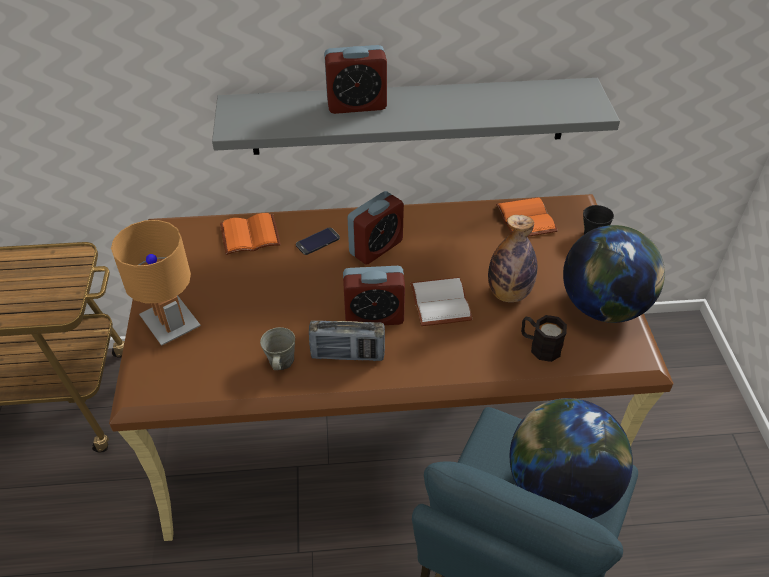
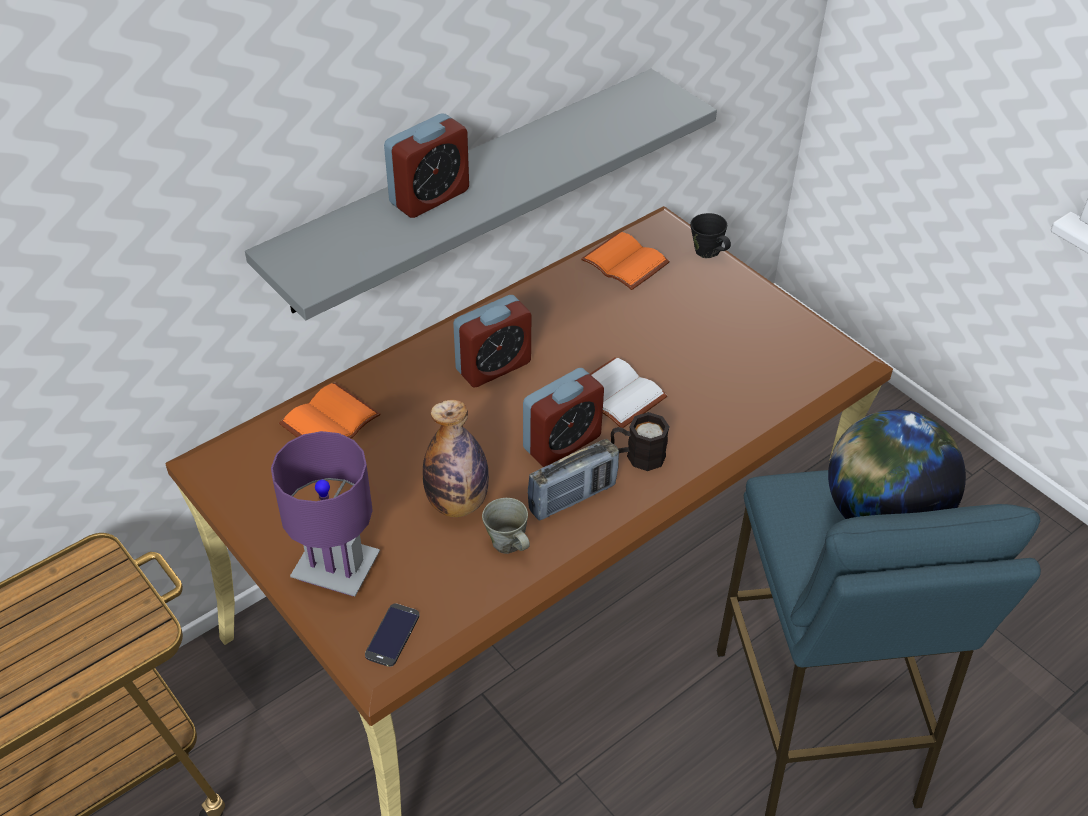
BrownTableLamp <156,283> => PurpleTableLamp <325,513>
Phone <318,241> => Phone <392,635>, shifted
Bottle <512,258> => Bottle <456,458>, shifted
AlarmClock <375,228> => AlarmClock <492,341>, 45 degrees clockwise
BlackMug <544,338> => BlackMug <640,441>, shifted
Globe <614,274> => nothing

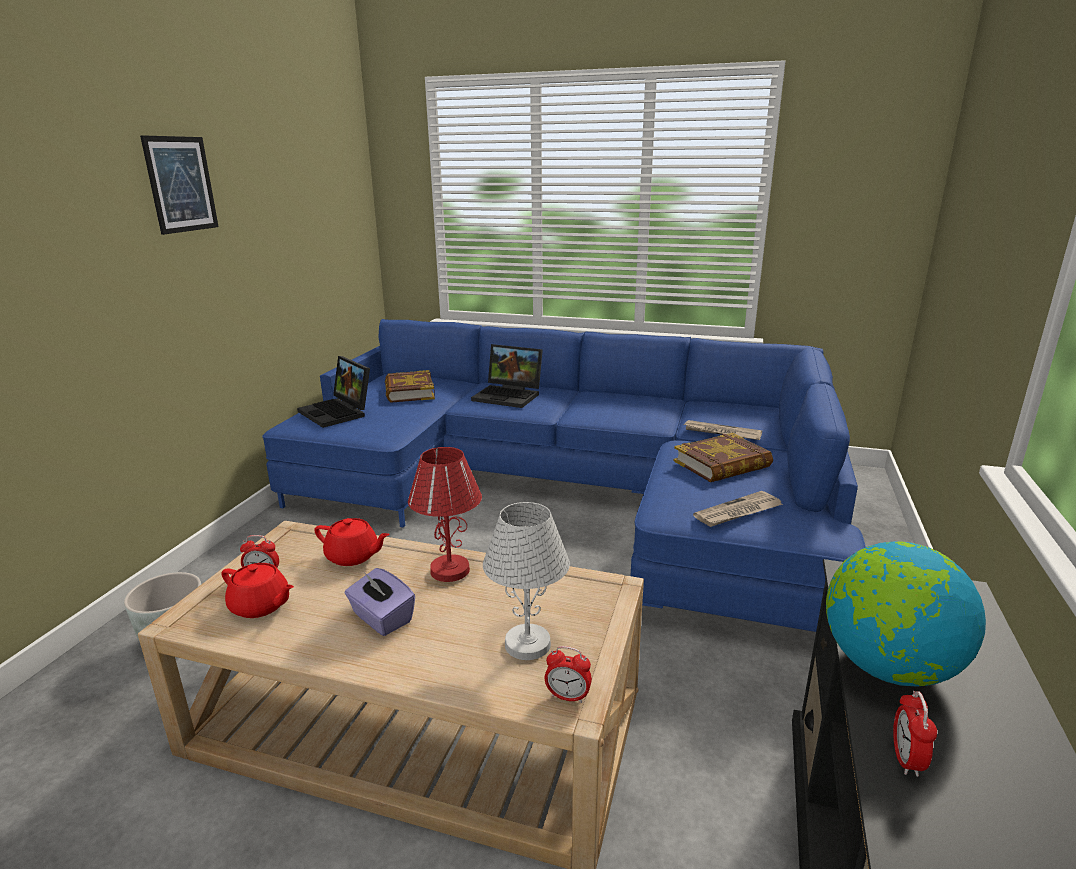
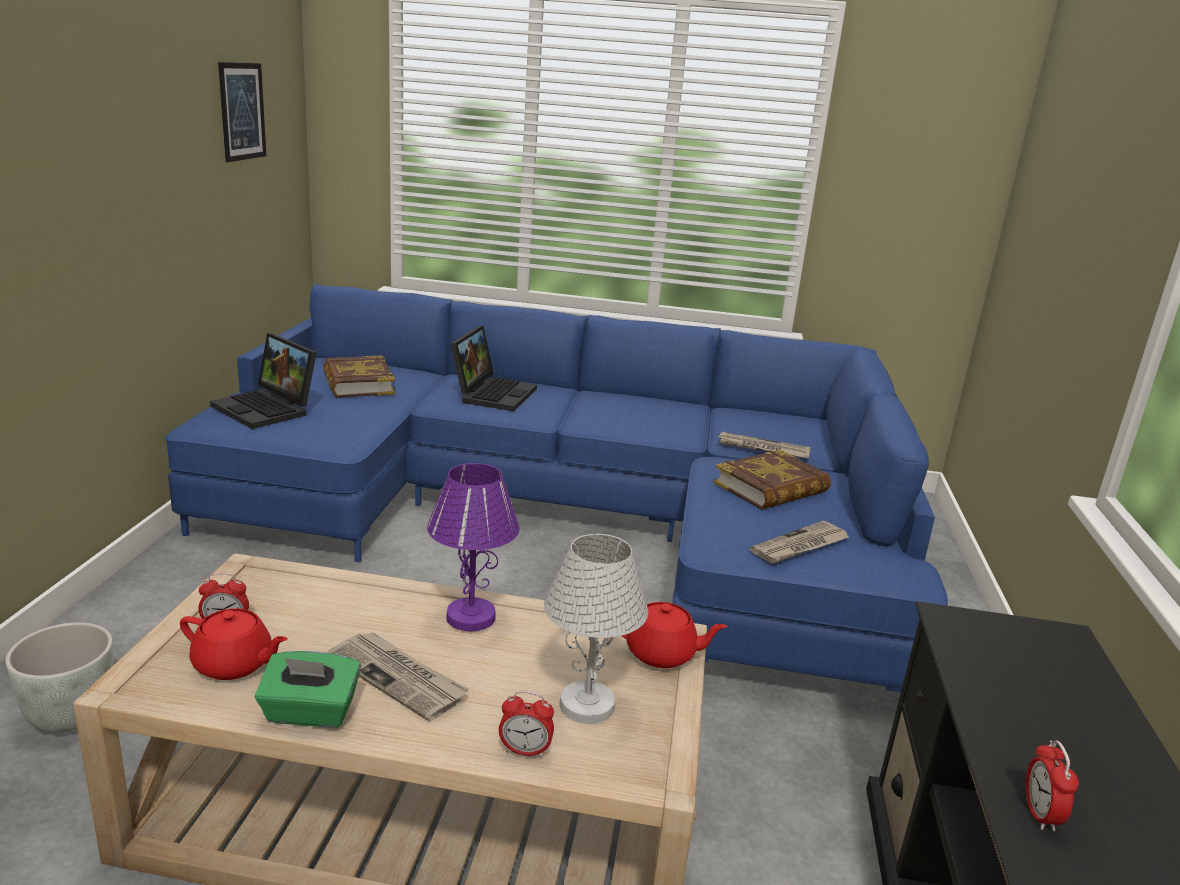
Picture <179,185> => Picture <242,112>, shifted
nothing => GreenTissueBox <308,689>
PurpleTissueBox <380,602> => Newspaper <398,676>
RedTableLamp <445,514> => PurpleTableLamp <473,547>
Laptop <507,376> => Laptop <493,368>, 90 degrees counterclockwise
AlarmClock <568,674> => AlarmClock <526,723>, shifted
RedTeapot <352,542> => RedTeapot <675,635>, shifted
Globe <906,614> => nothing

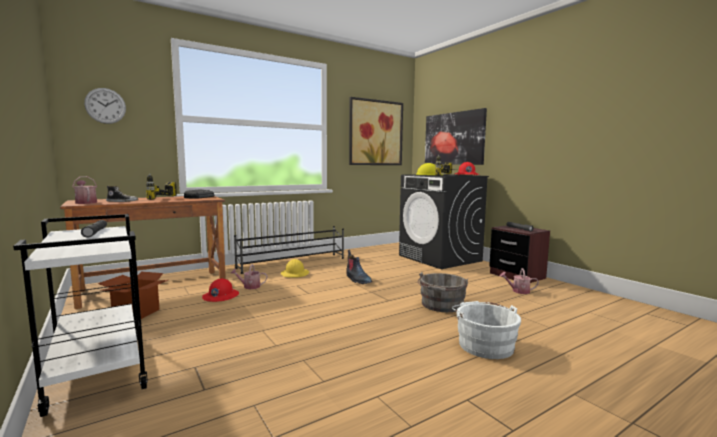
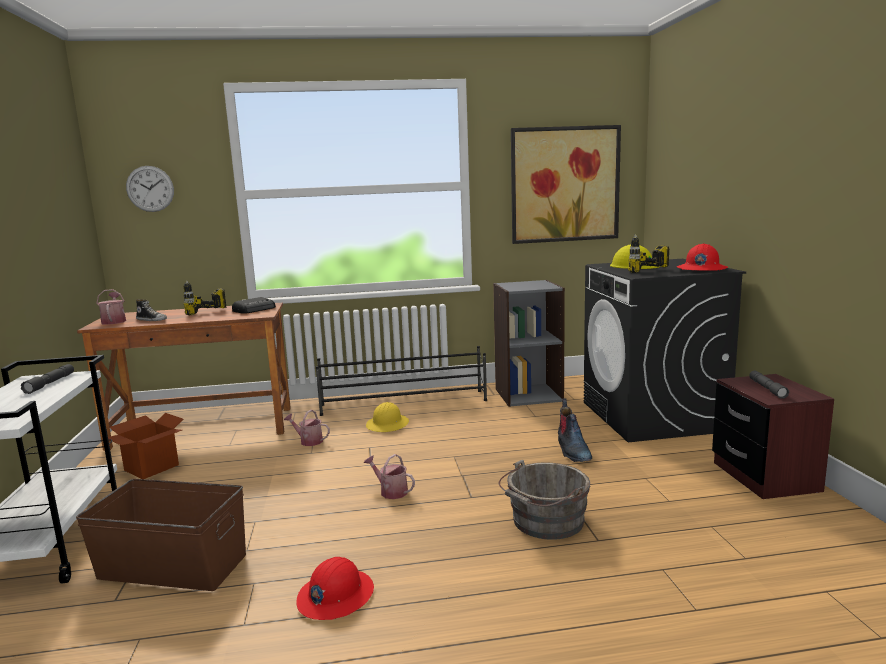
nothing => BrownStorageBox <161,535>
RedHardHat <220,290> => RedHardHat <335,588>, shifted
WateringCan <519,281> => WateringCan <389,476>, shifted
nothing => GreyBookcase <529,343>
Boot <359,267> => Boot <575,430>, shifted
Picture <456,136> => nothing
WhiteBucket <486,330> => nothing

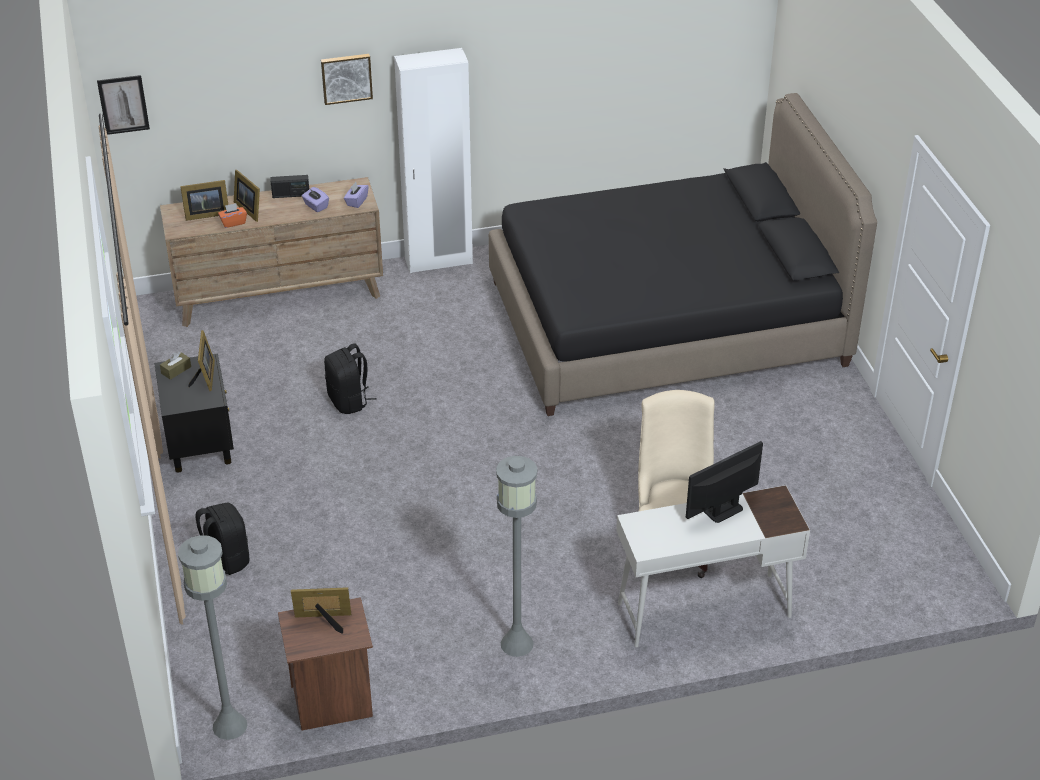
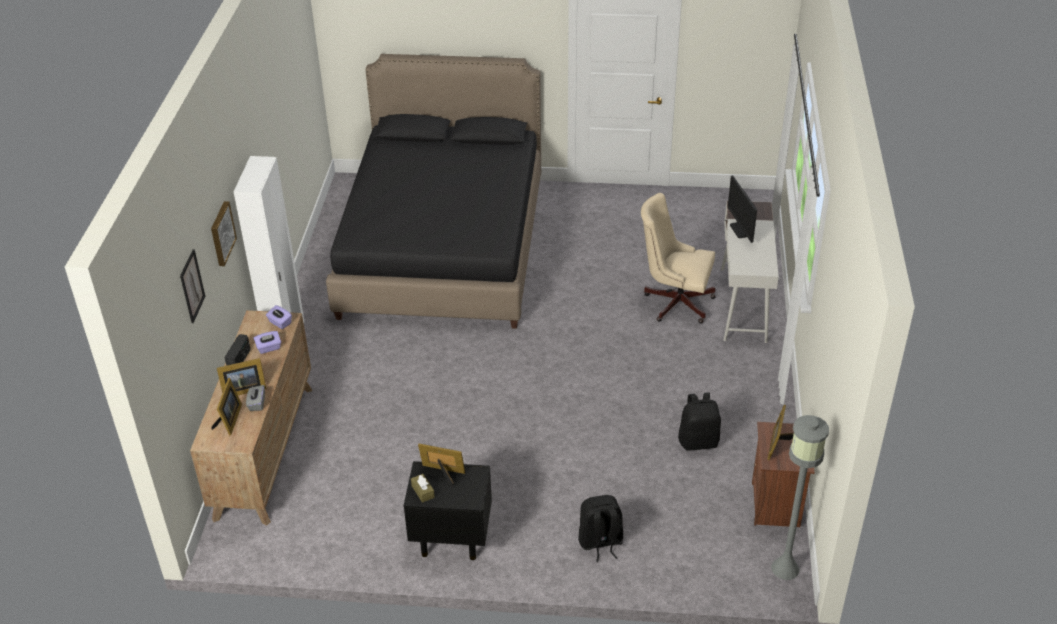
Picture <123,105> => Picture <192,286>, shifted
OrangeTissueBox <232,215> => GreyTissueBox <255,398>
BlackBackpack <350,378> => BlackBackpack <699,421>, shifted
GreyFloorLamp <516,556> => nothing

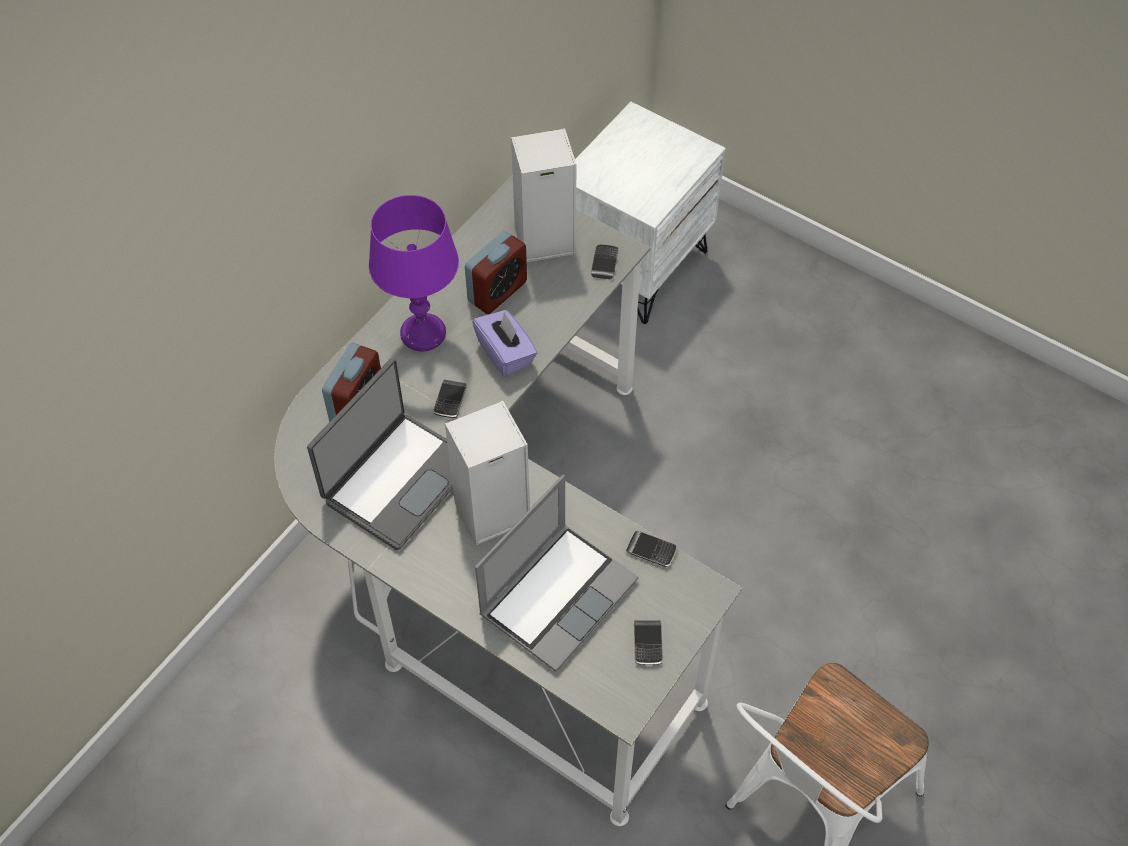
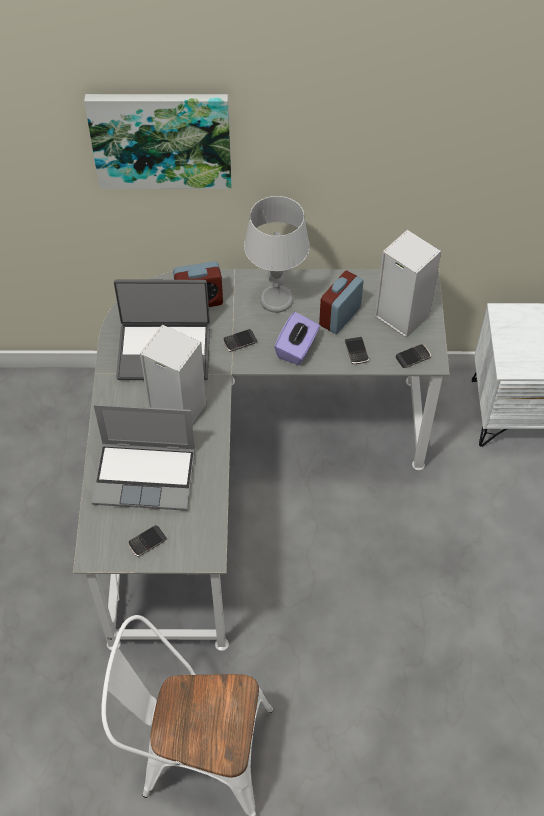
nothing => Picture <158,141>
PurpleTableLamp <413,273> => GreyTableLamp <277,254>
AlarmClock <496,272> => AlarmClock <341,302>, 120 degrees clockwise
Phone <651,549> => Phone <357,350>, shifted

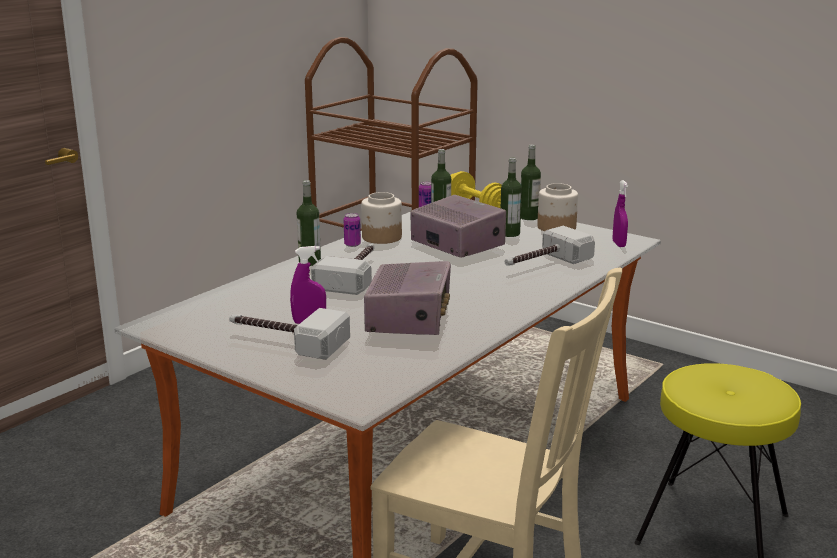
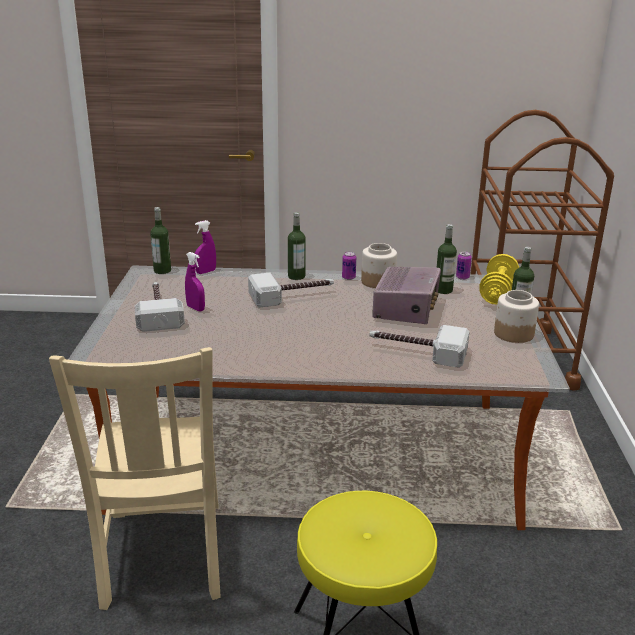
Bottle <511,197> => Bottle <160,240>, shifted
PurpleSprayBottle <620,213> => PurpleSprayBottle <205,247>, shifted
Radio <407,298> => nothing

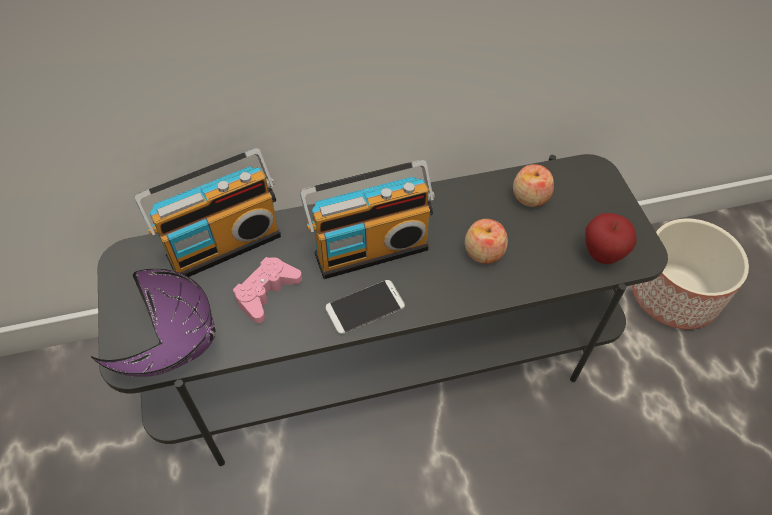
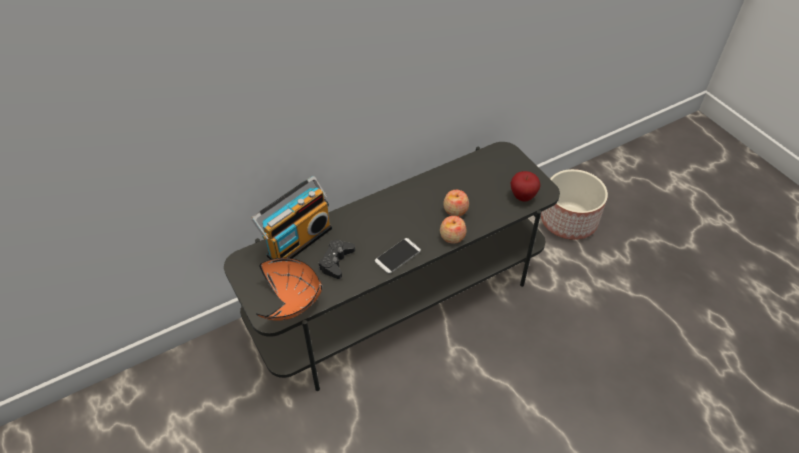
PurpleBowl <153,323> => OrangeBowl <289,289>
PinkGameController <267,290> => BlackGameController <337,259>
Apple <533,185> => Apple <453,230>, shifted
Radio <367,219> => nothing

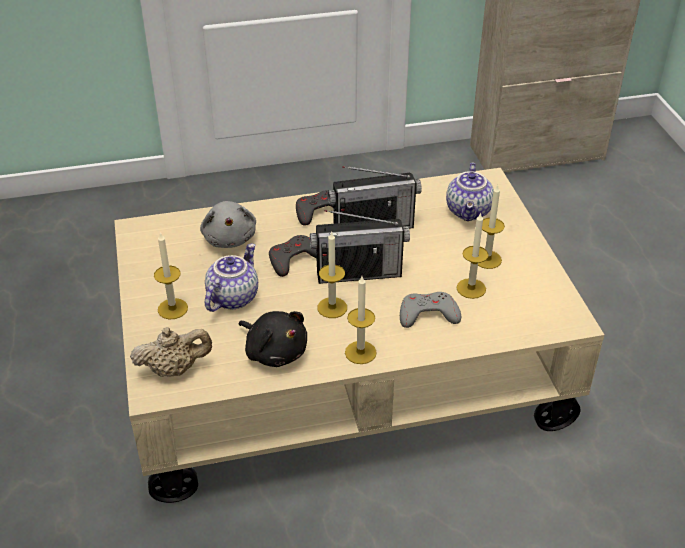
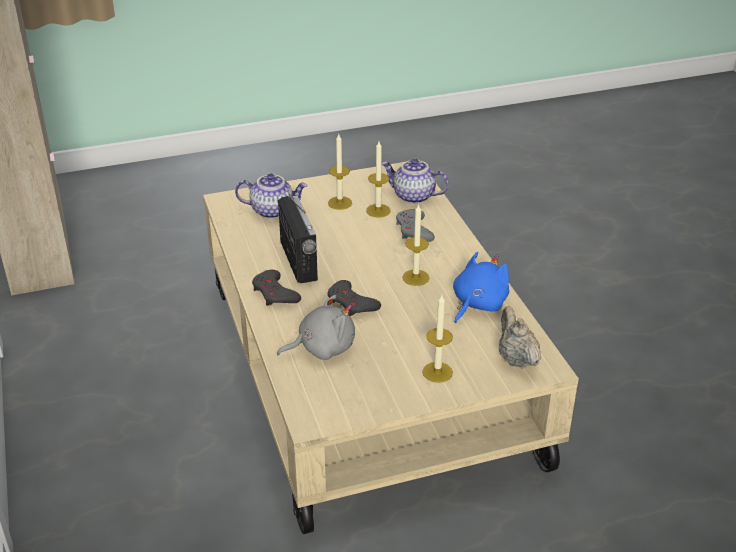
Teapot <231,278> => Teapot <415,181>, shifted
BlackPlushToy <273,339> => BluePlushToy <481,287>
Radio <360,247> => nothing
Candle <361,320> => nothing

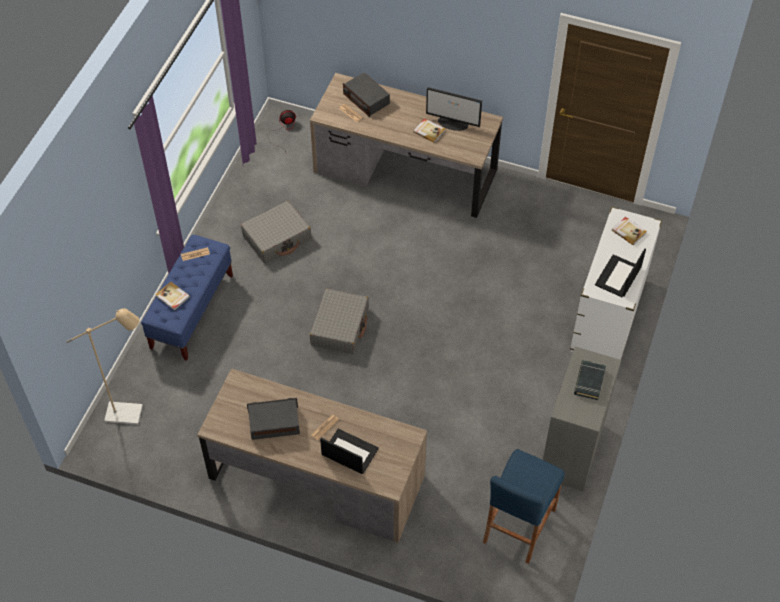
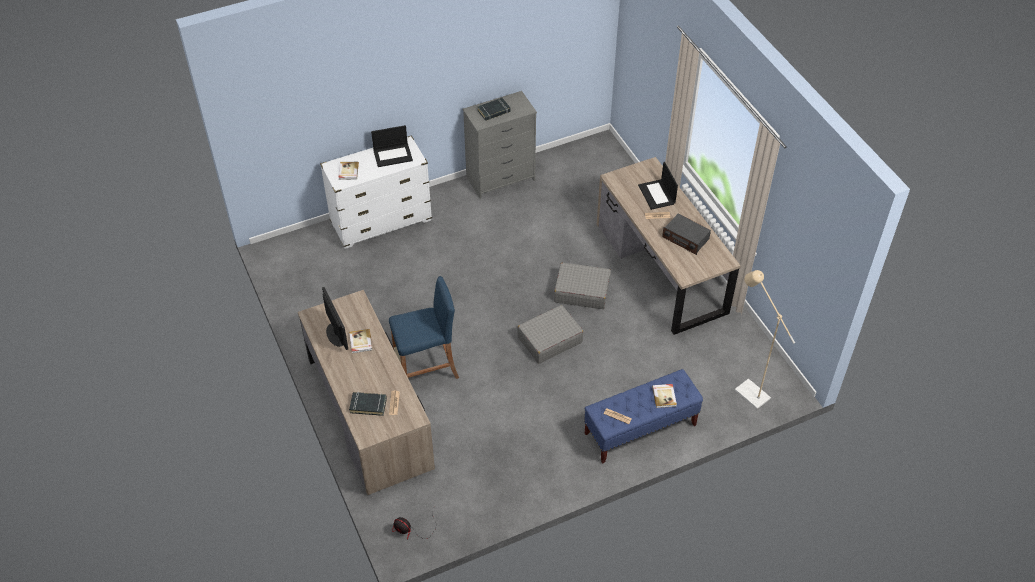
Radio <366,94> => BlackBook <368,404>
BlueStool <524,506> => BlueStool <424,327>, shifted
GreySuitcase <276,232> => GreySuitcase <582,286>, shifted

